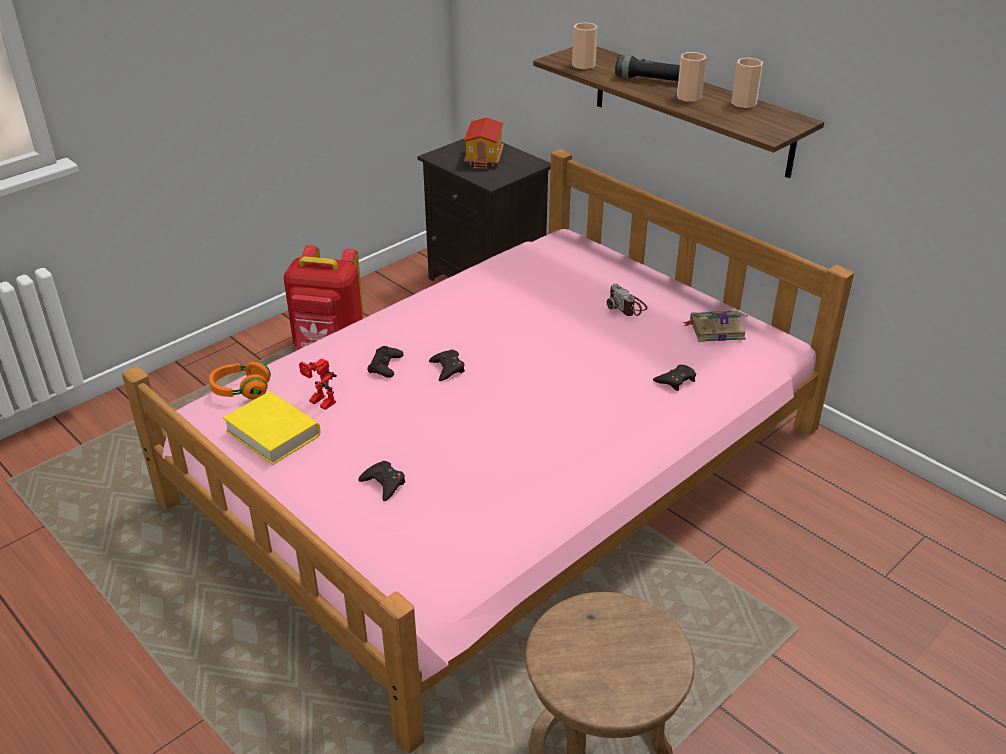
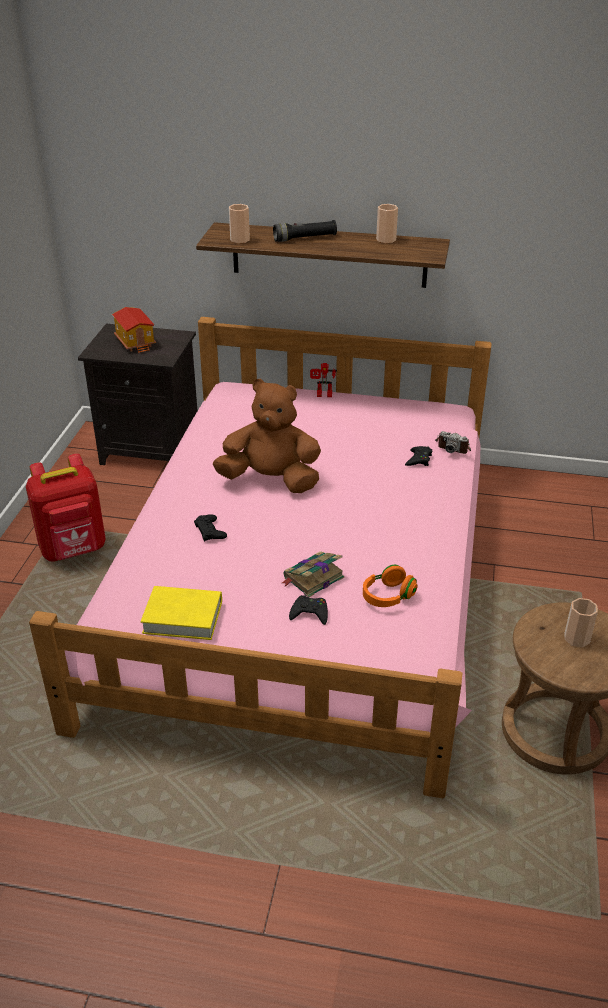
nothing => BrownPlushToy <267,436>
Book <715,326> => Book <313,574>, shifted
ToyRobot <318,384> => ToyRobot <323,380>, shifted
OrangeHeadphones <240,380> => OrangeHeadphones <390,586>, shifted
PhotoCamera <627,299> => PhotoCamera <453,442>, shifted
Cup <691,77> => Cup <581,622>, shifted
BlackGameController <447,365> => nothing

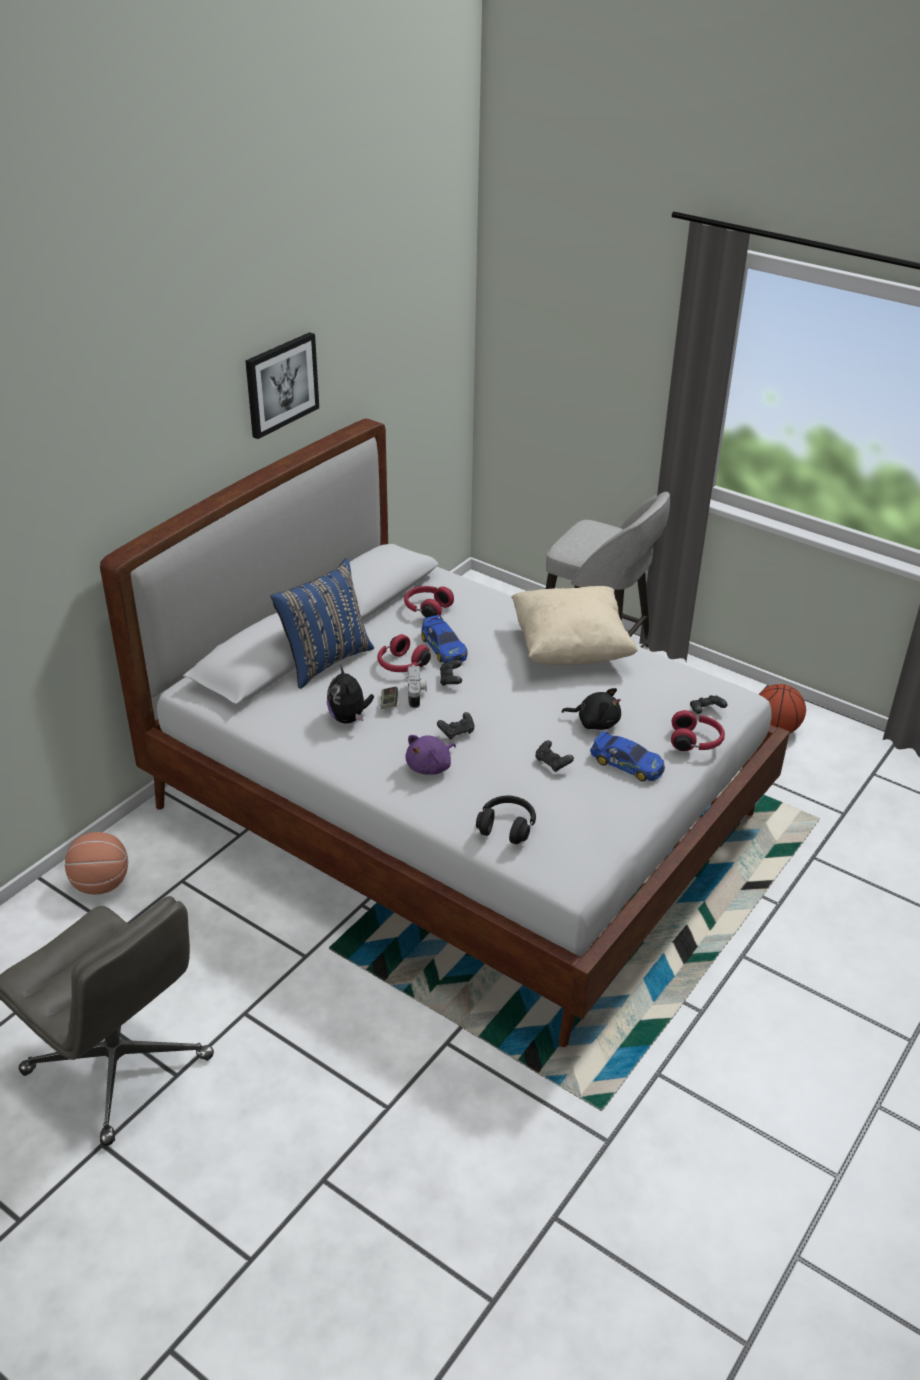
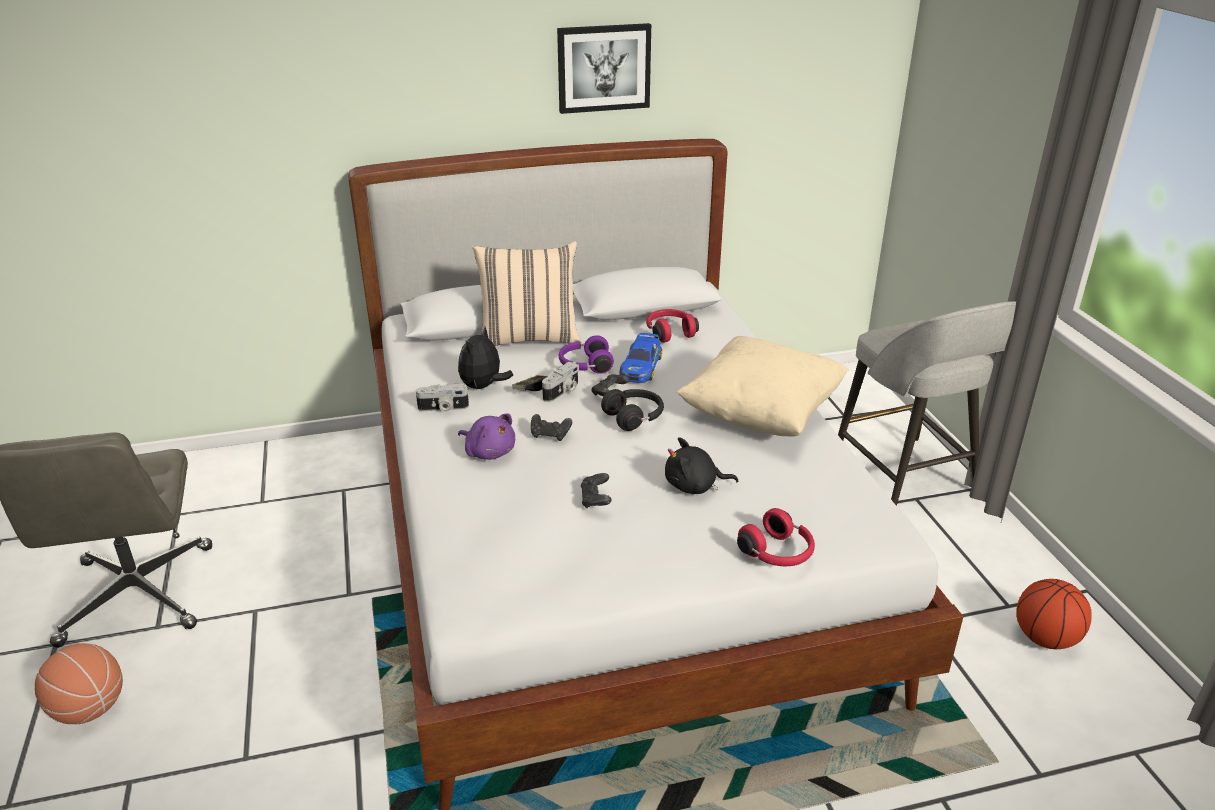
Basketball <96,863> => Basketball <79,683>, shifted
nothing => PhotoCamera <442,398>
PurplePlushToy <430,755> => PurplePlushToy <486,437>, 135 degrees counterclockwise
BluePillow <322,623> => BeigePillow <527,293>
RedHeadphones <404,653> => PurpleHeadphones <586,354>
BlackHeadphones <506,820> => BlackHeadphones <632,410>, shifted
BlackPlushToy <591,709> => BlackPlushToy <701,465>, 120 degrees clockwise
ToyCar <627,756> => nothing
BlackGameController <709,704> => nothing

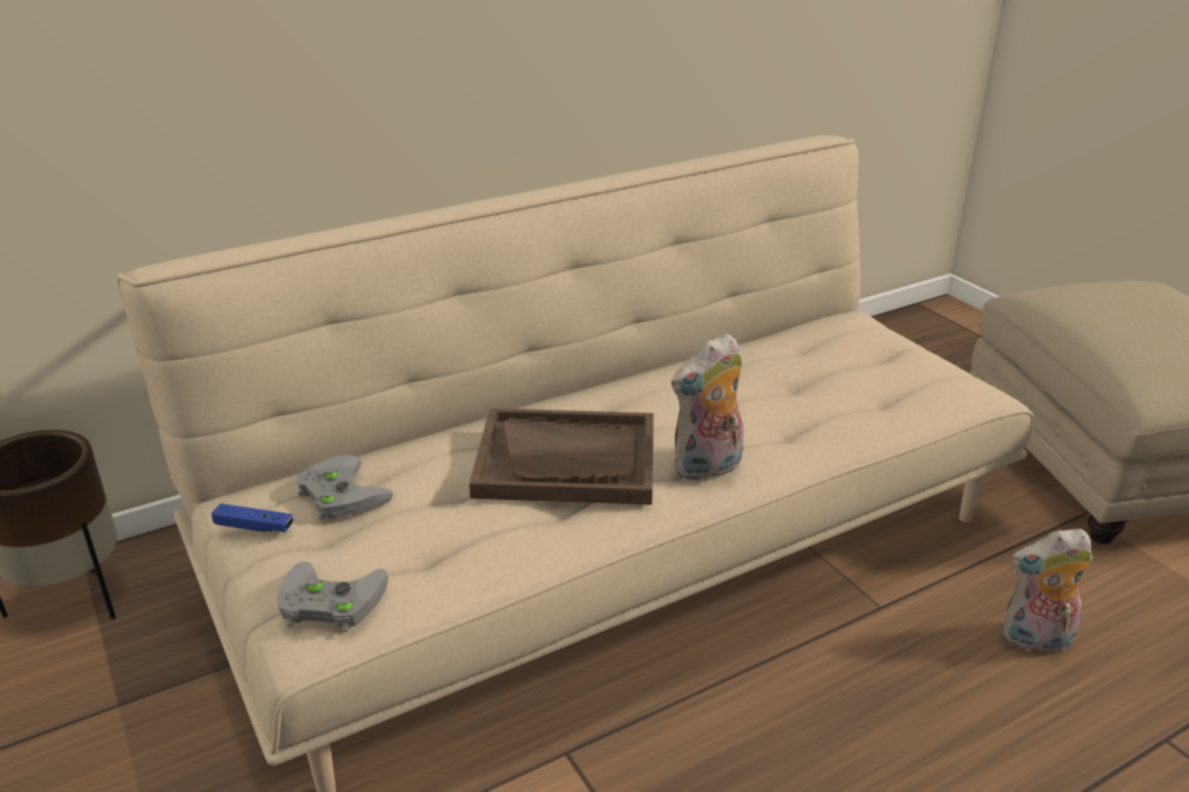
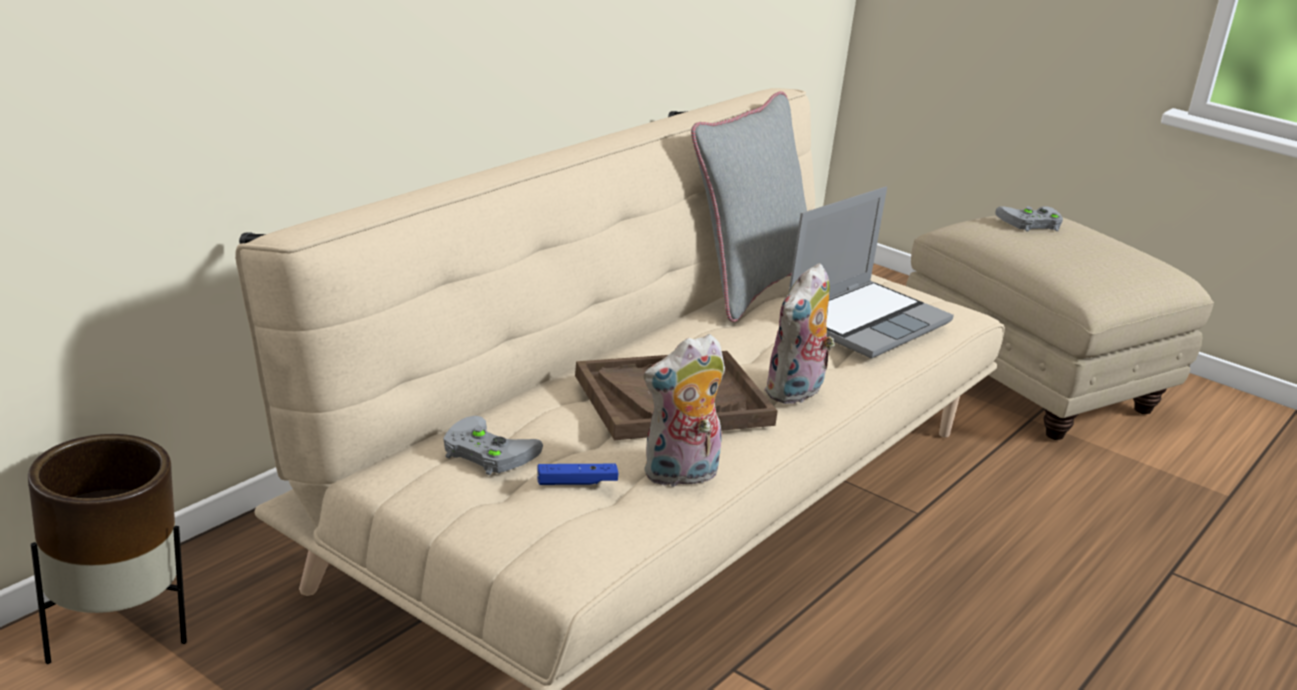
BlueGameController <252,517> => BlueGameController <577,474>, shifted
PlushToy <1047,592> => PlushToy <684,410>, shifted
nothing => GreyPillow <749,206>
nothing => Laptop <871,273>
GreyGameController <333,597> => GreyGameController <1029,219>, shifted

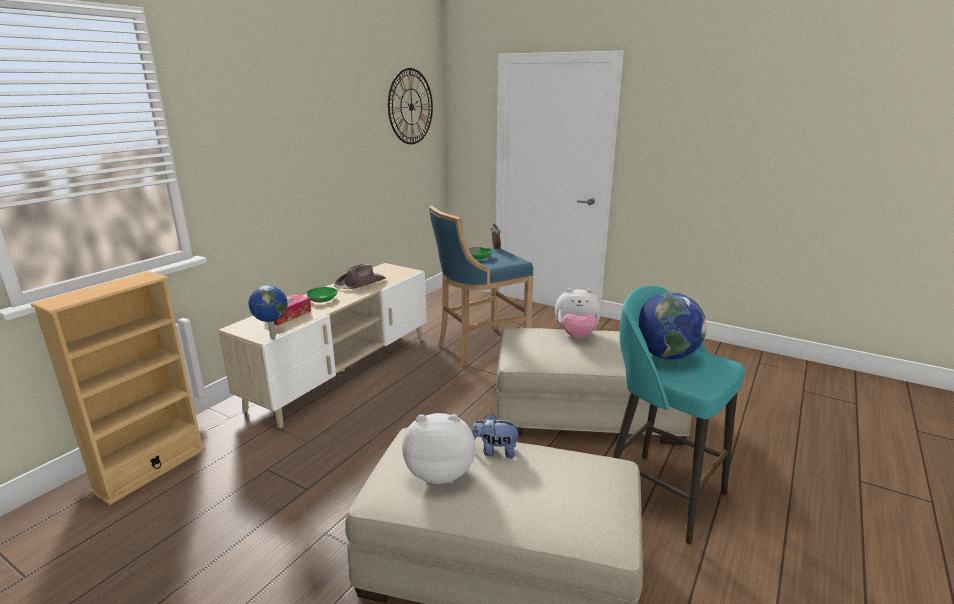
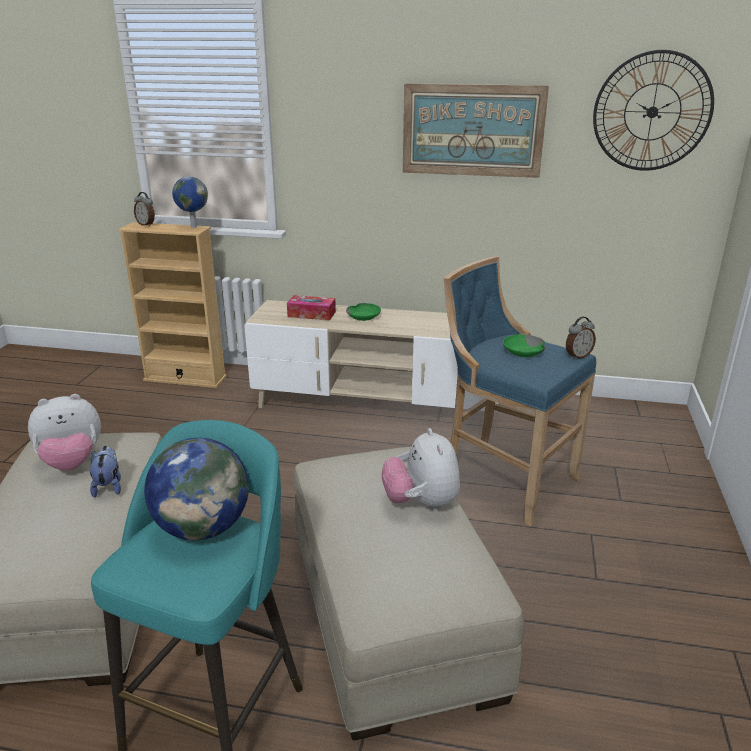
PlushToy <439,448> => PlushToy <64,432>, 90 degrees clockwise
nothing => AlarmClock <144,209>
Globe <268,311> => Globe <190,202>, shifted
nothing => Picture <476,130>
BrownHat <360,276> => nothing

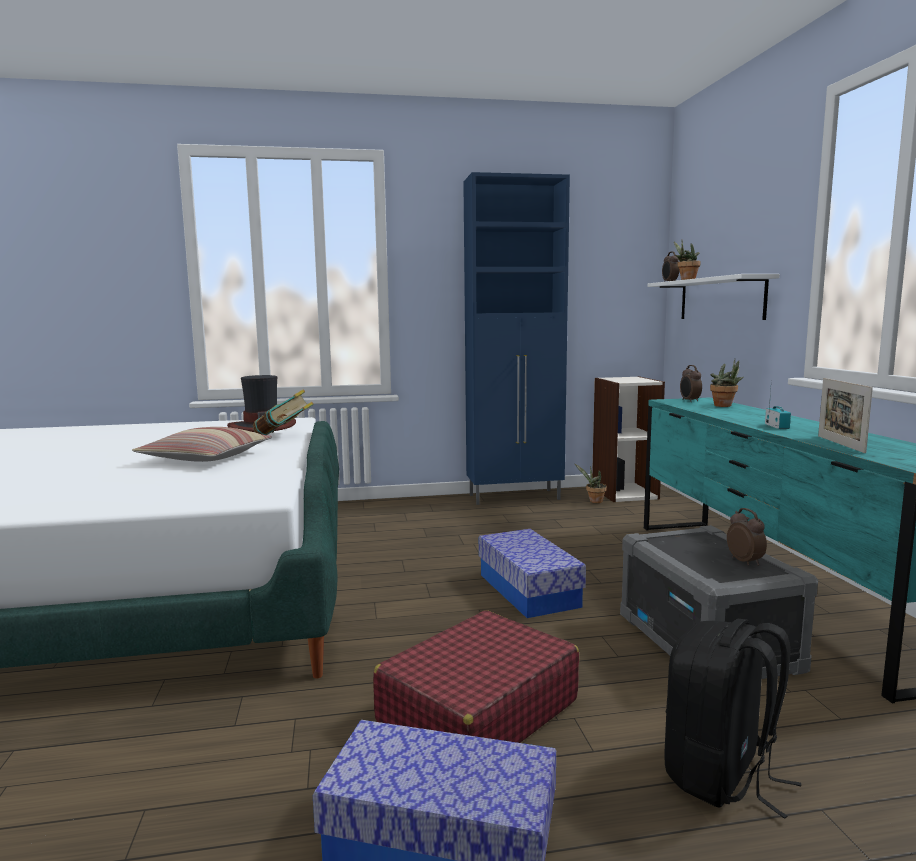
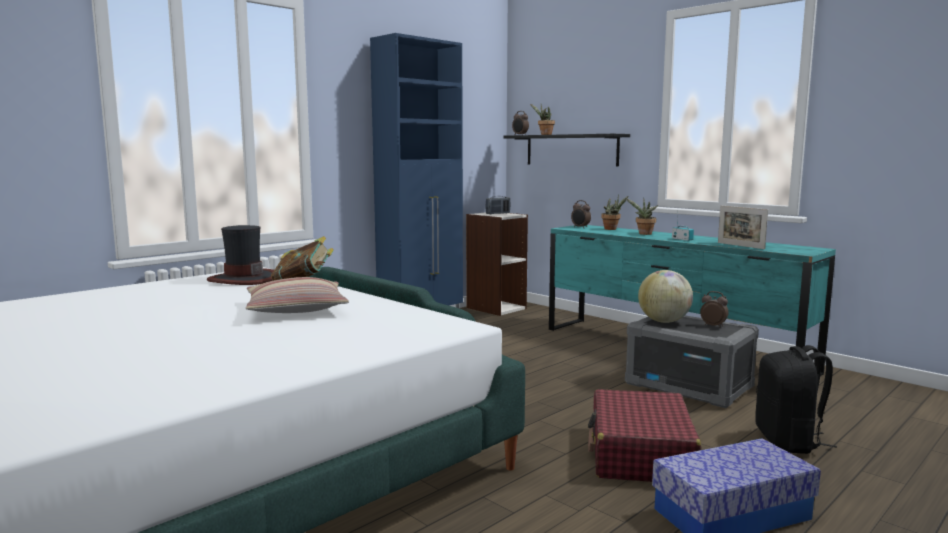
nothing => Radio <498,205>
WhiteShelf <713,297> => BlackShelf <566,150>
PottedPlant <591,483> => PottedPlant <642,216>, shifted
nothing => Globe <665,296>
StorageBox <532,573> => nothing

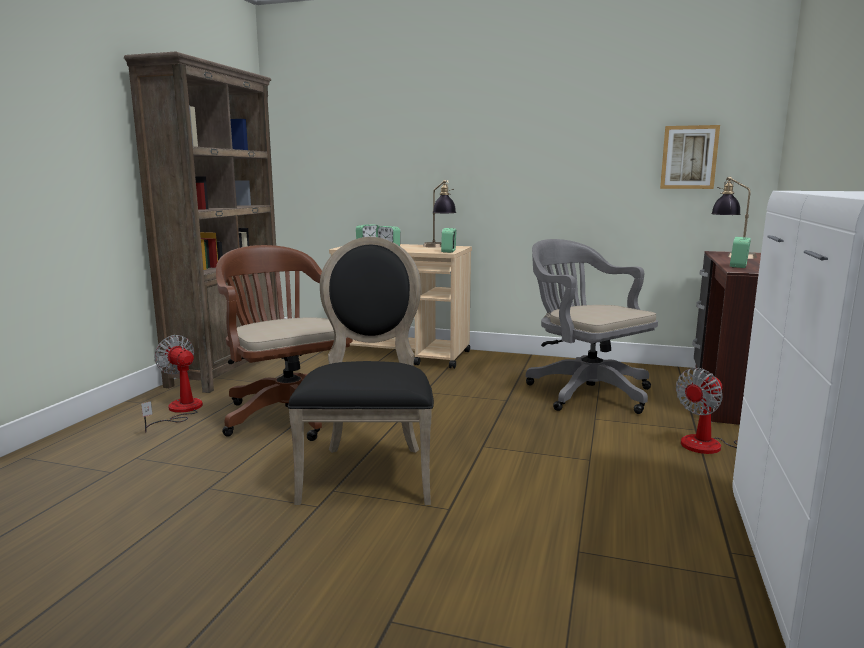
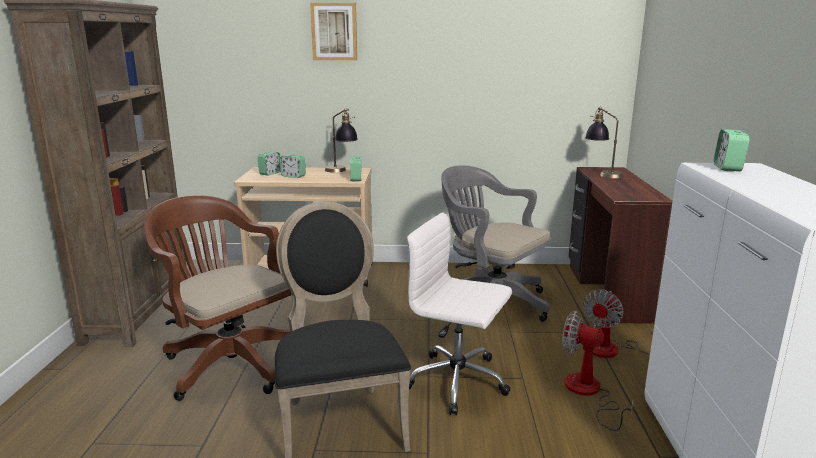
Picture <690,157> => Picture <333,31>, shifted
nothing => WhiteOfficeChair <459,313>
Fan <172,383> => Fan <598,371>, shifted
AlarmClock <740,252> => AlarmClock <732,150>, shifted

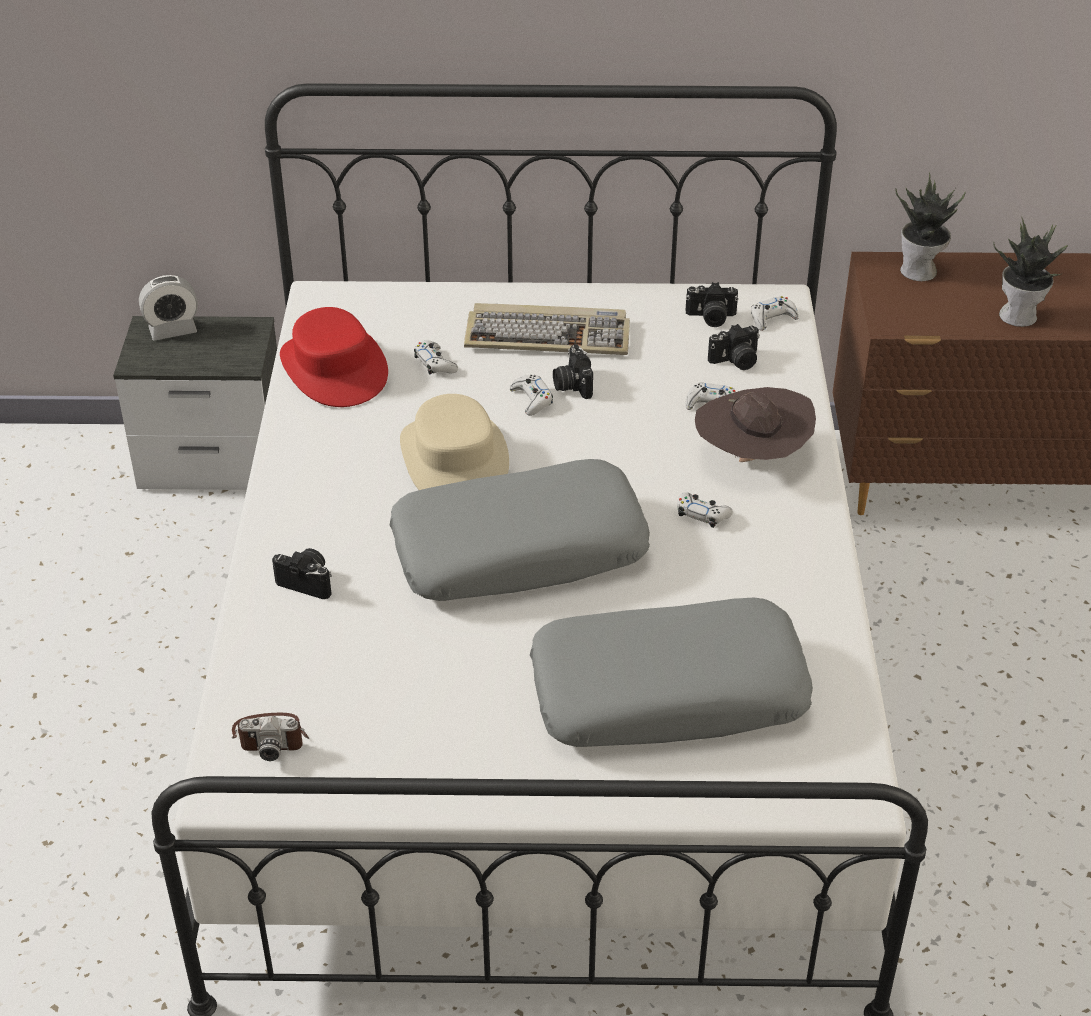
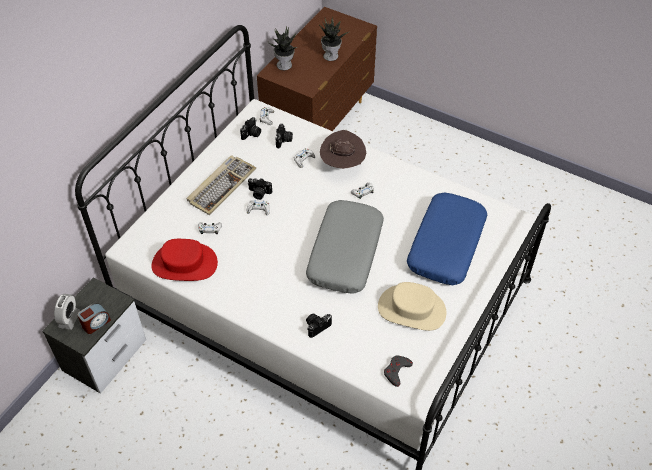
nothing => AlarmClock <94,318>
BeigeHat <454,442> => BeigeHat <412,306>, shifted
PhotoCamera <270,737> => GreyGameController <398,371>
GreyPillow <671,672> => BluePillow <447,239>

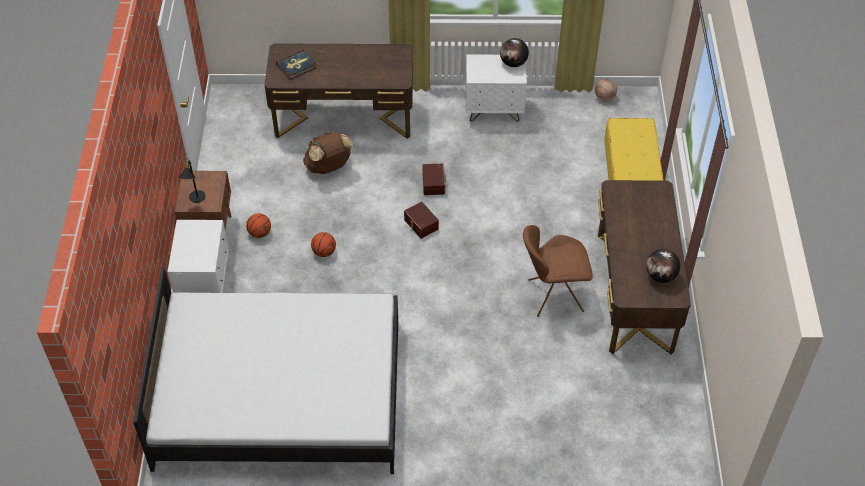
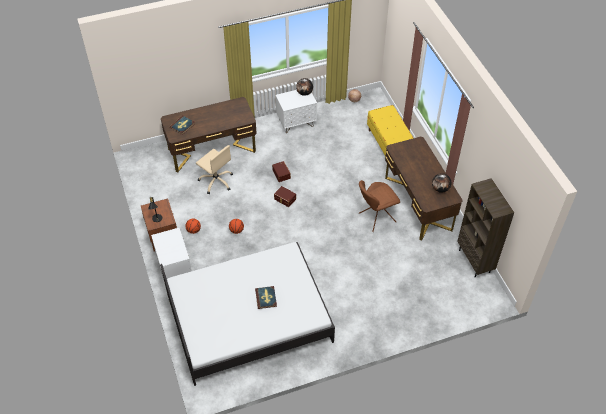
BrownBackpack <328,153> => BeigeOfficeChair <214,169>
nothing => Book <266,297>
nothing => BrownBookcase <485,228>

